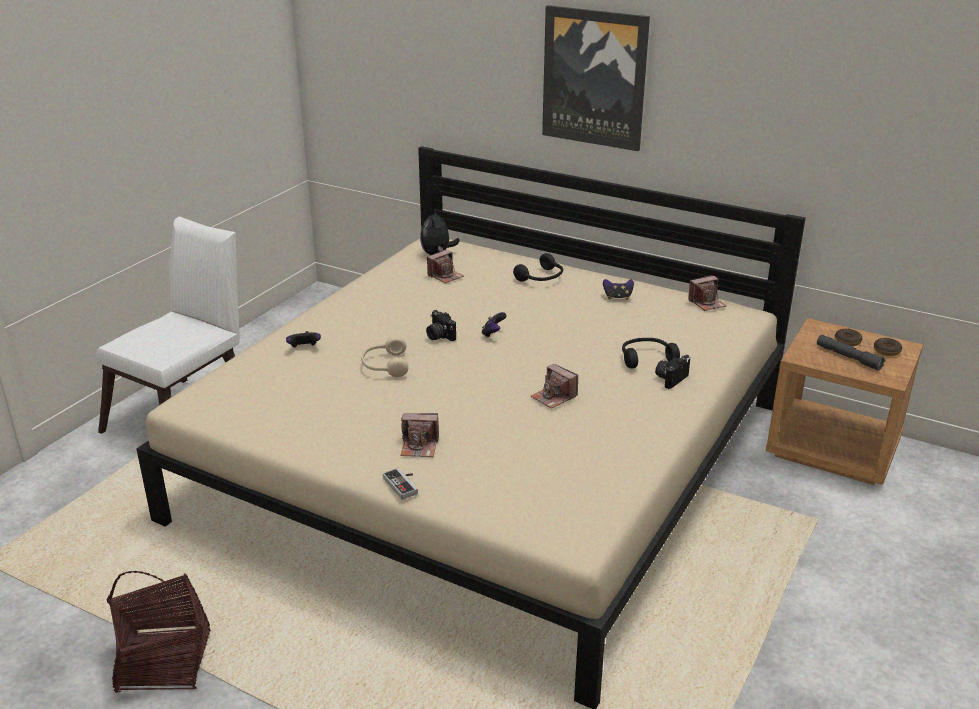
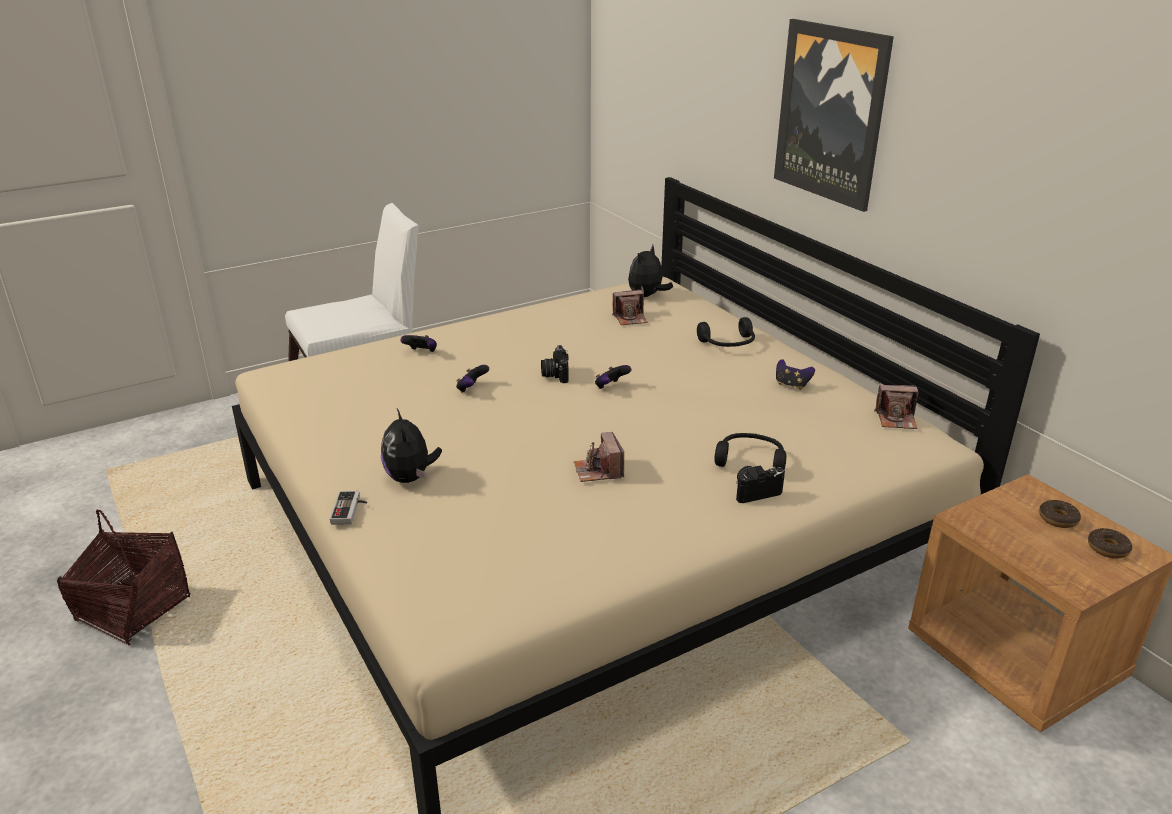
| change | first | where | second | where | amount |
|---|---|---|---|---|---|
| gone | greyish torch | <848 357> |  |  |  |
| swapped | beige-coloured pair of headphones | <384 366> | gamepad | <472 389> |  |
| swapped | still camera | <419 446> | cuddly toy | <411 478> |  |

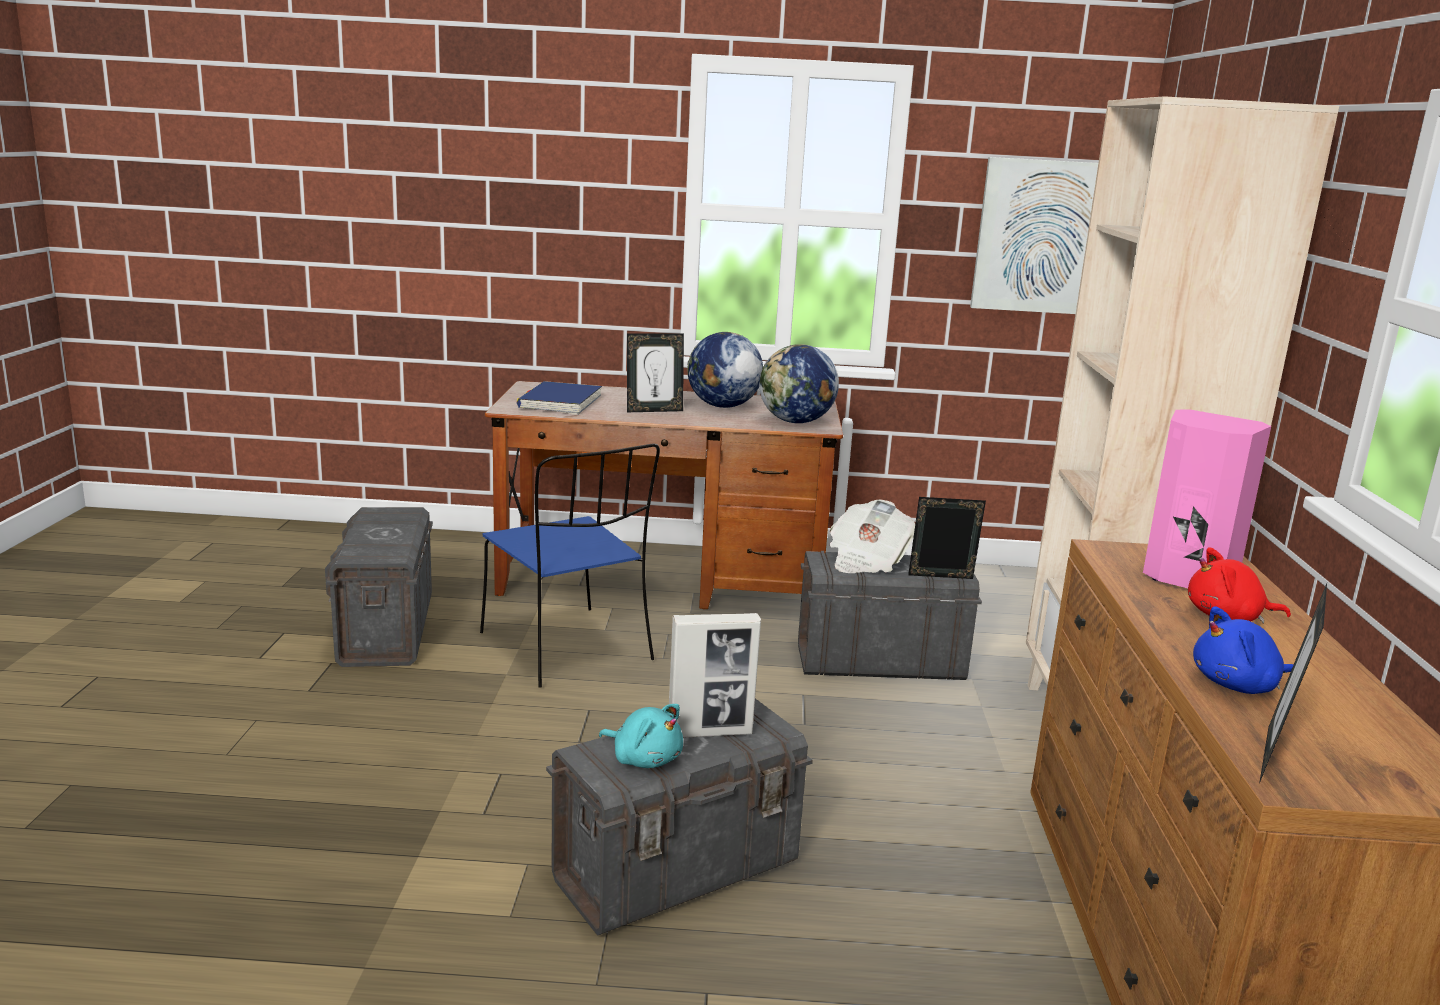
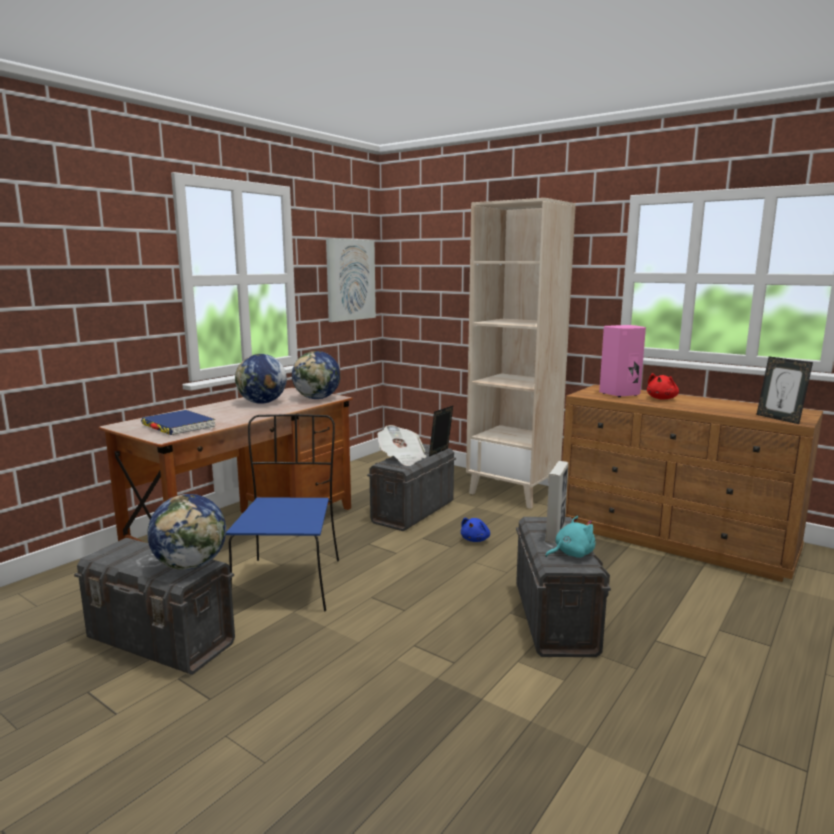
| change | first | where | second | where | amount |
|---|---|---|---|---|---|
| gone | picture frame | <654 410> |  |  |  |
| new |  |  | world globe | <191 565> |  |
| shifted | bluish cuddly toy | <1238 686> |  | <475 539> |  |
| rotated | bluish chair | <568 648> |  | <289 582> | 90 degrees counterclockwise |

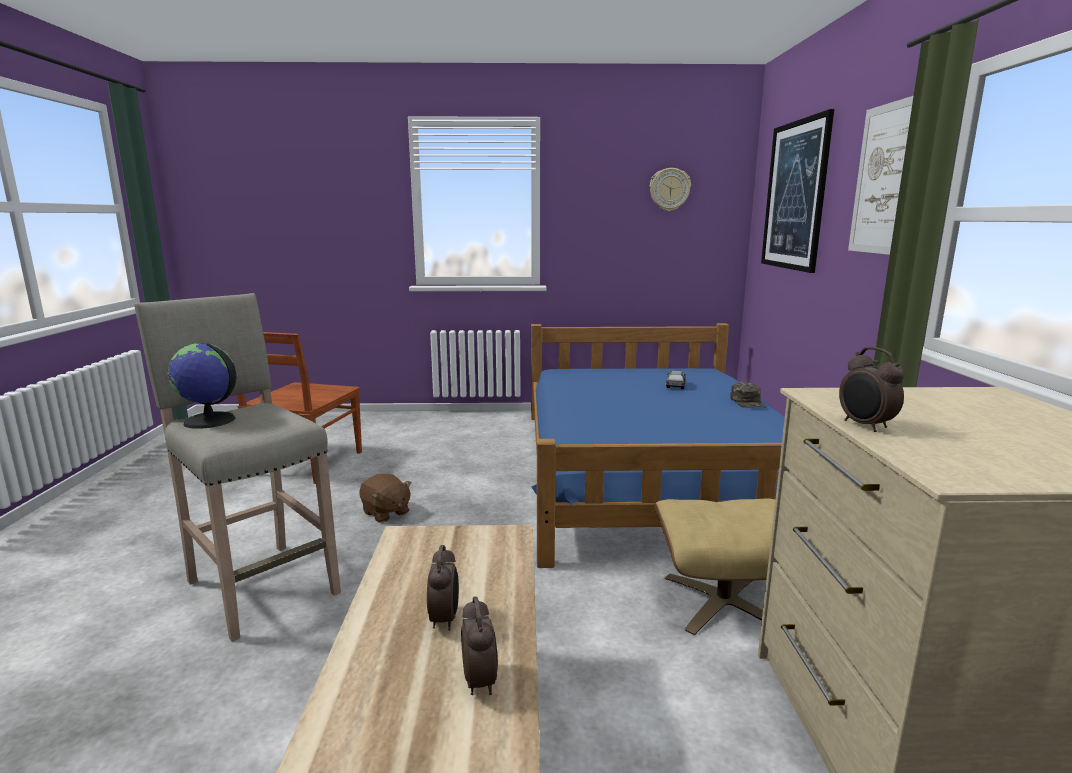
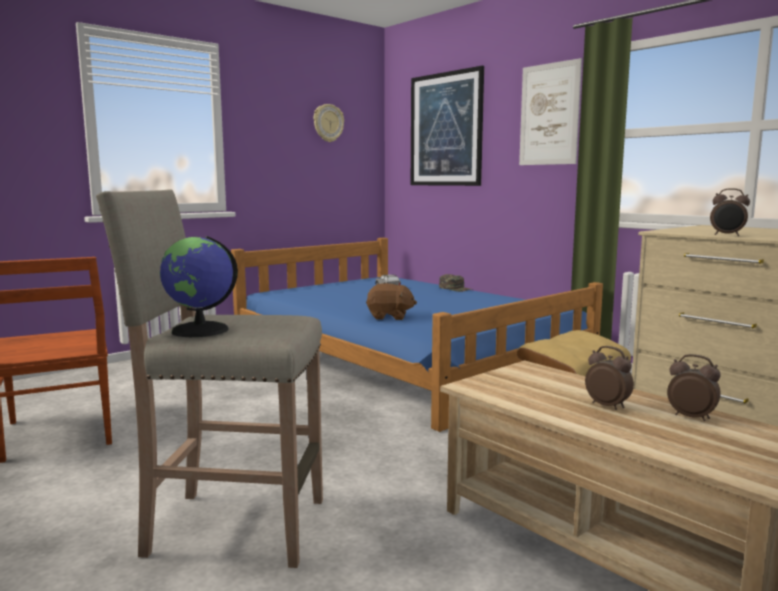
| change | first | where | second | where | amount |
|---|---|---|---|---|---|
| shifted | brown-coloured cuddly toy | <385 513> |  | <389 317> |  |

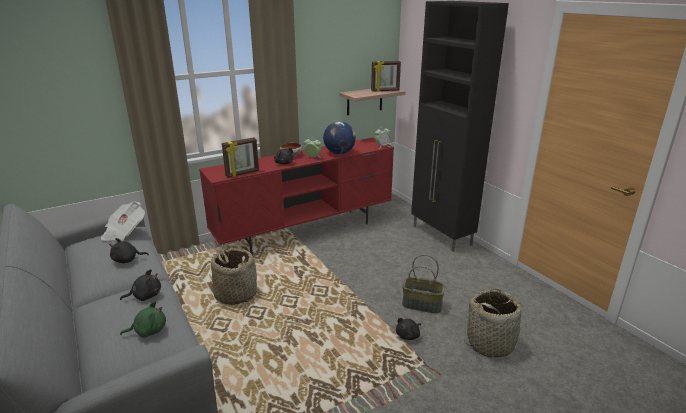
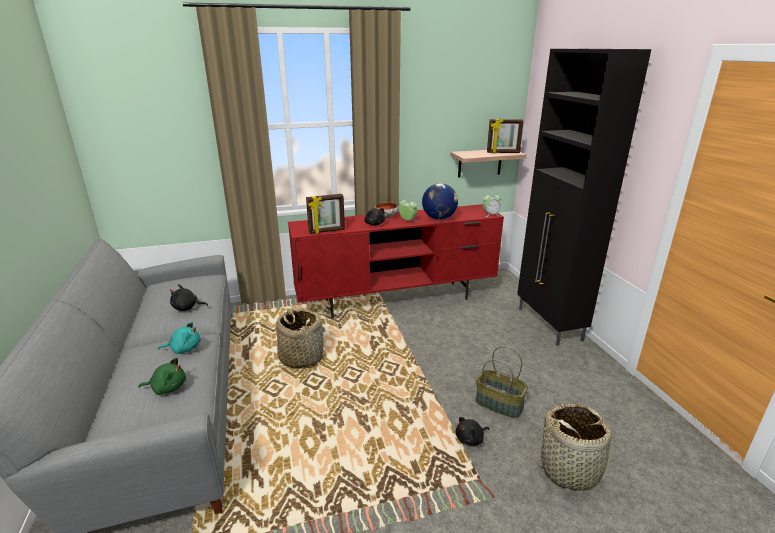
| change | first | where | second | where | amount |
|---|---|---|---|---|---|
| gone | printed paper | <124 232> |  |  |  |
| repainted | black cuddly toy | <145 296> | blue-green cuddly toy | <184 348> |  |

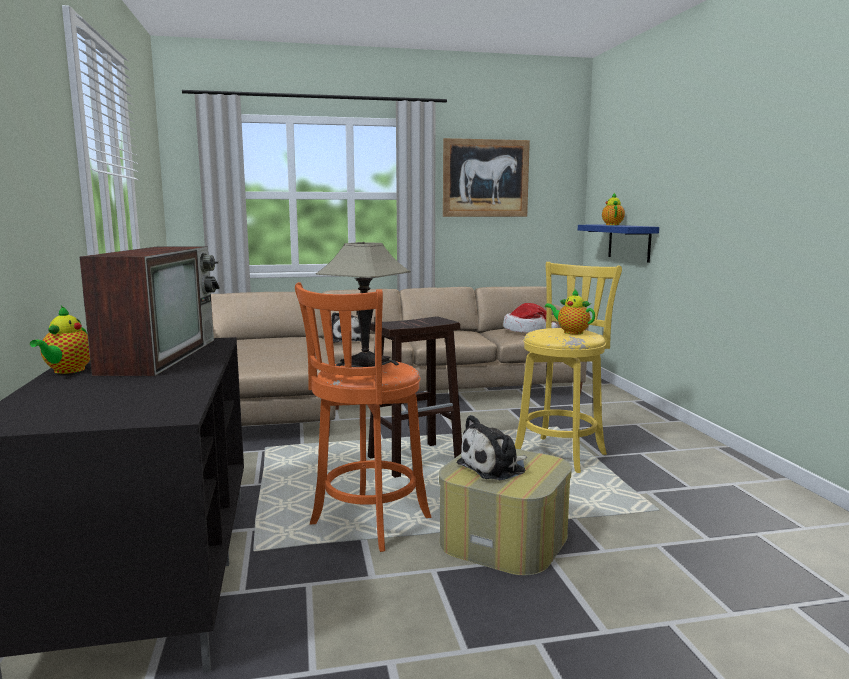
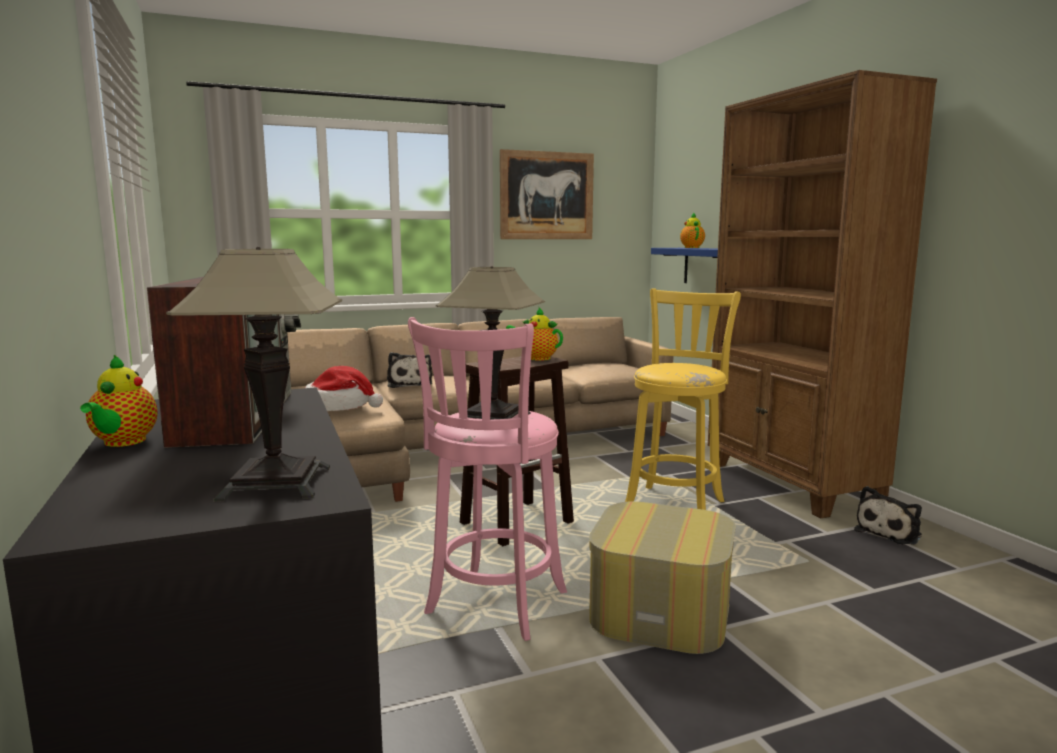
| change | first | where | second | where | amount |
|---|---|---|---|---|---|
| new |  |  | table lamp | <276 483> |  |
| new |  |  | brown-coloured shelving unit | <791 484> |  |
| shifted | cuddly toy | <495 467> |  | <890 532> |  |
| shifted | hat | <526 330> |  | <339 406> |  |
| shifted | pot for tea | <571 332> |  | <536 358> |  |
| repainted | orange sitting stool | <366 523> | pinkish sitting stool | <493 606> |  |

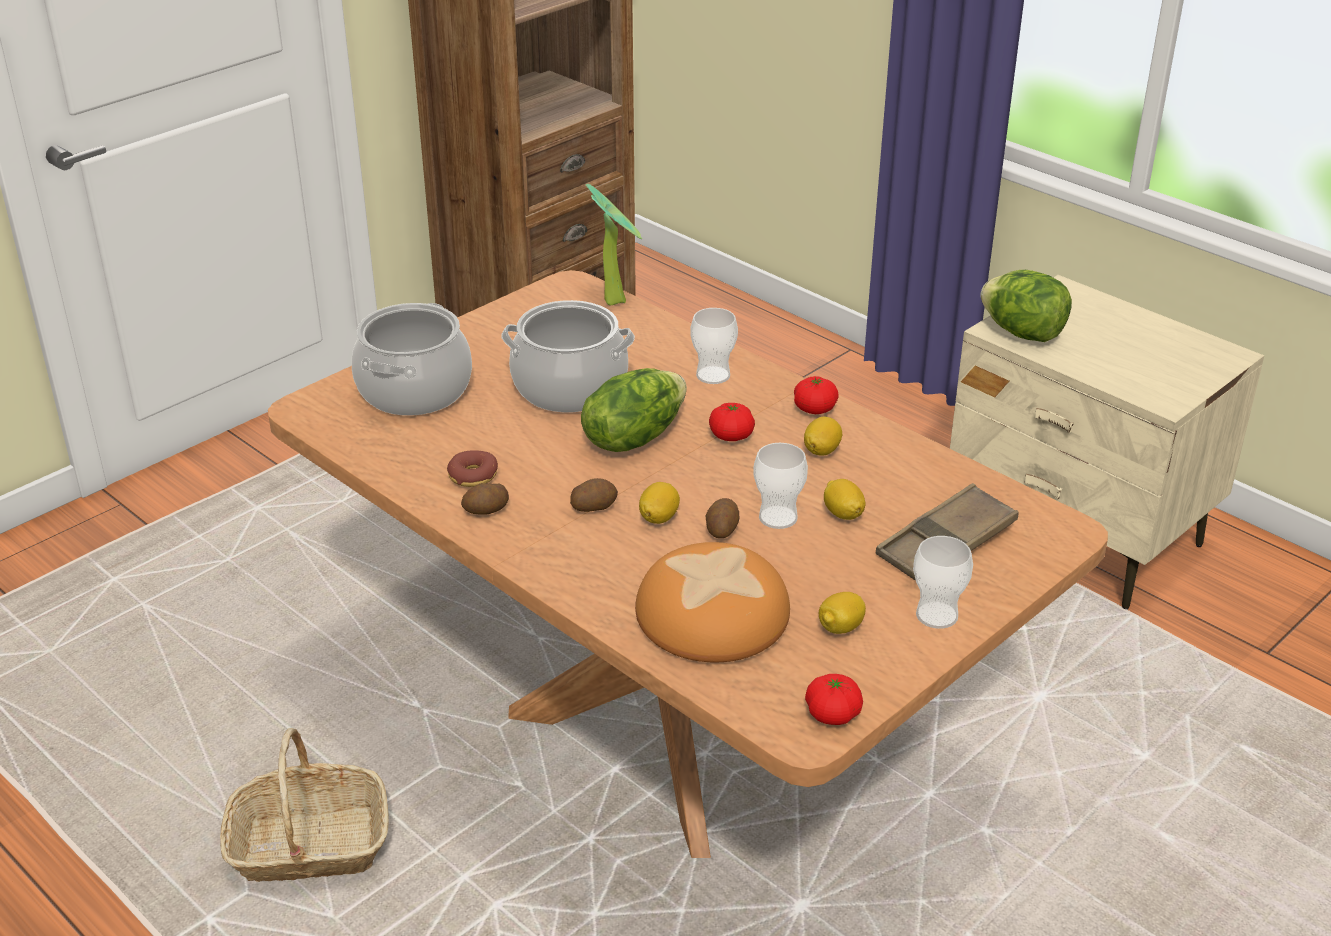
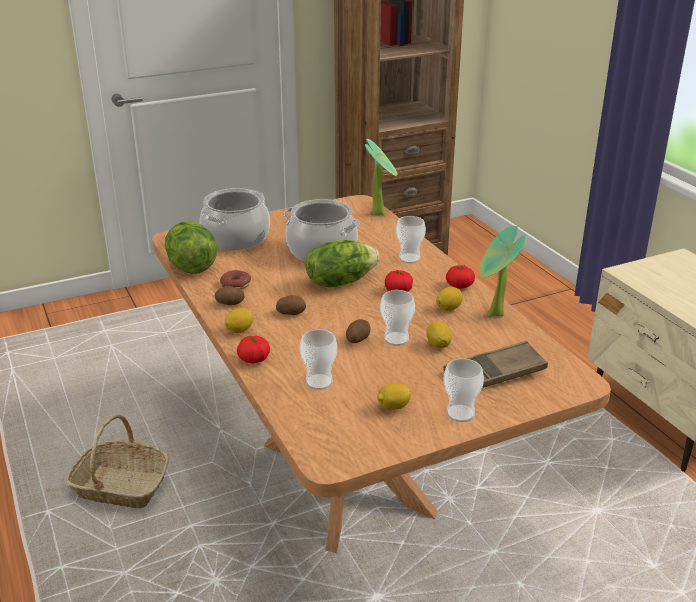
| change | first | where | second | where | amount |
|---|---|---|---|---|---|
| new |  |  | houseplant | <494 316> |  |
| shifted | citrus fruit | <659 517> |  | <239 330> |  |
| shifted | tomato | <832 714> |  | <254 359> |  |
| shifted | lettuce | <1022 333> |  | <191 267> |  |
| swapped | bread | <711 613> | drinking cup | <319 382> |  |

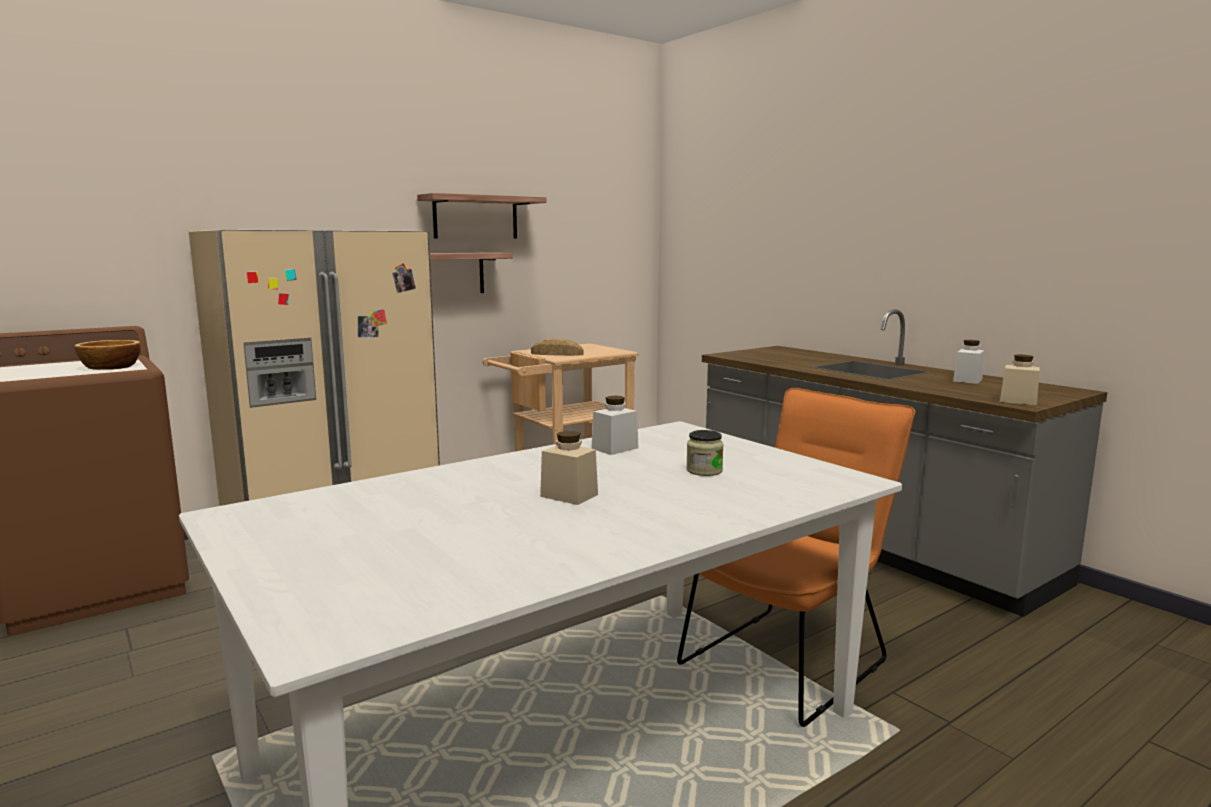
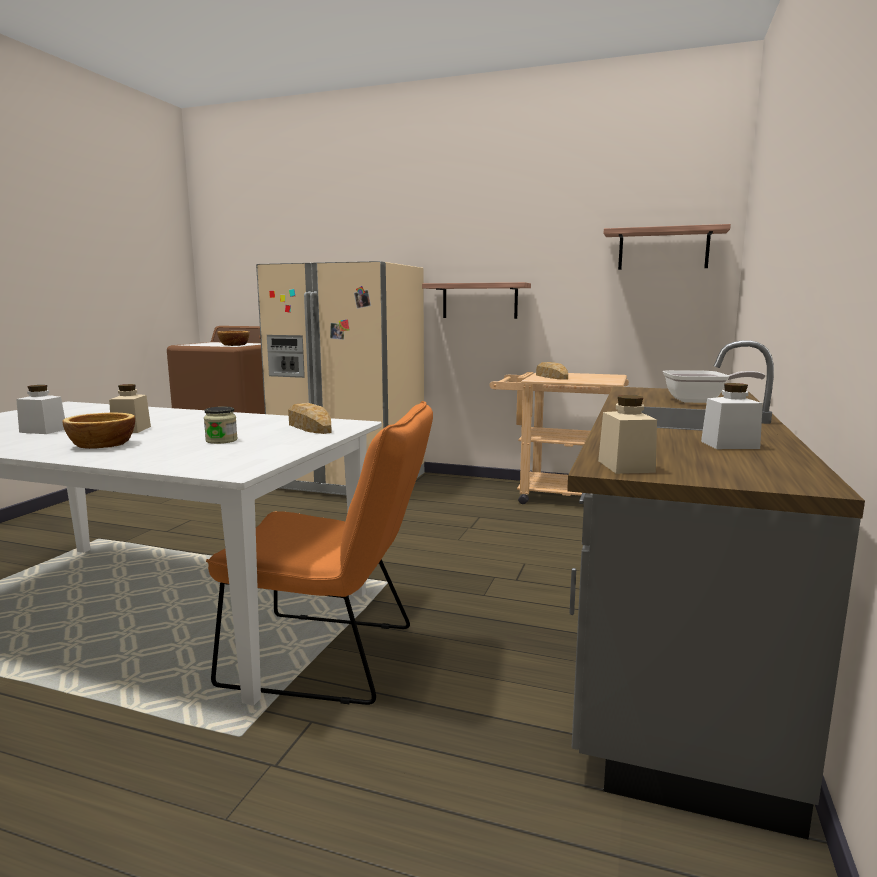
| change | first | where | second | where | amount |
|---|---|---|---|---|---|
| new |  |  | deep dish | <101 445> |  |
| new |  |  | bread | <309 427> |  |
| new |  |  | pan | <700 401> |  |
| shifted | wall shelf | <475 217> |  | <663 249> |  |
| shifted | whitish jar | <615 448> |  | <43 430> |  |

